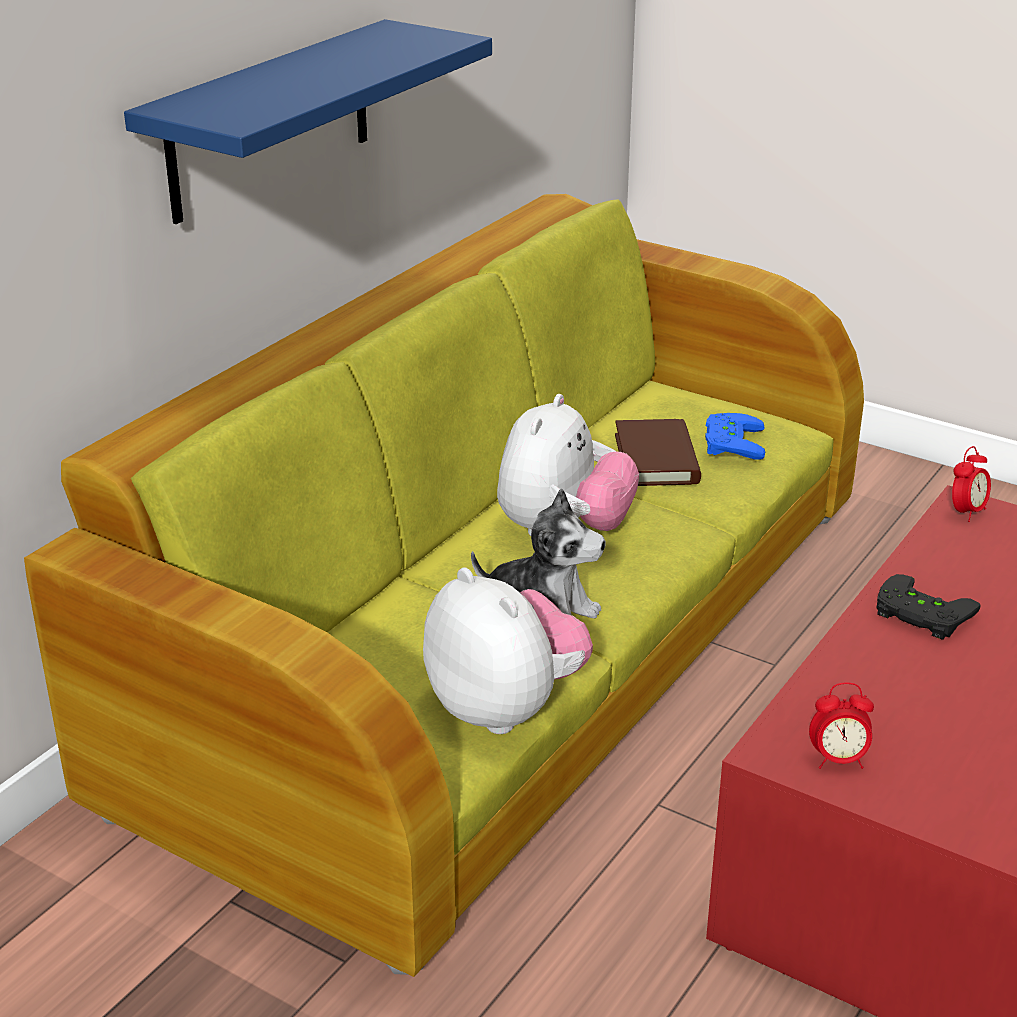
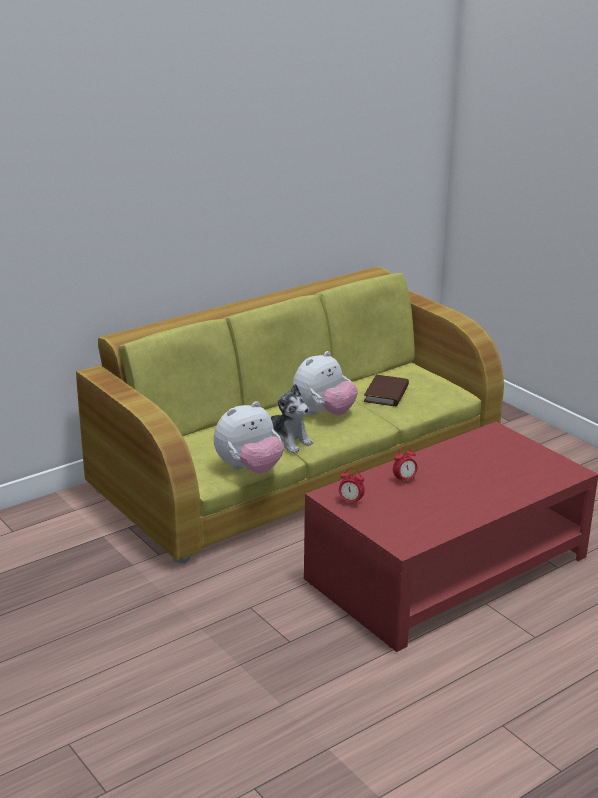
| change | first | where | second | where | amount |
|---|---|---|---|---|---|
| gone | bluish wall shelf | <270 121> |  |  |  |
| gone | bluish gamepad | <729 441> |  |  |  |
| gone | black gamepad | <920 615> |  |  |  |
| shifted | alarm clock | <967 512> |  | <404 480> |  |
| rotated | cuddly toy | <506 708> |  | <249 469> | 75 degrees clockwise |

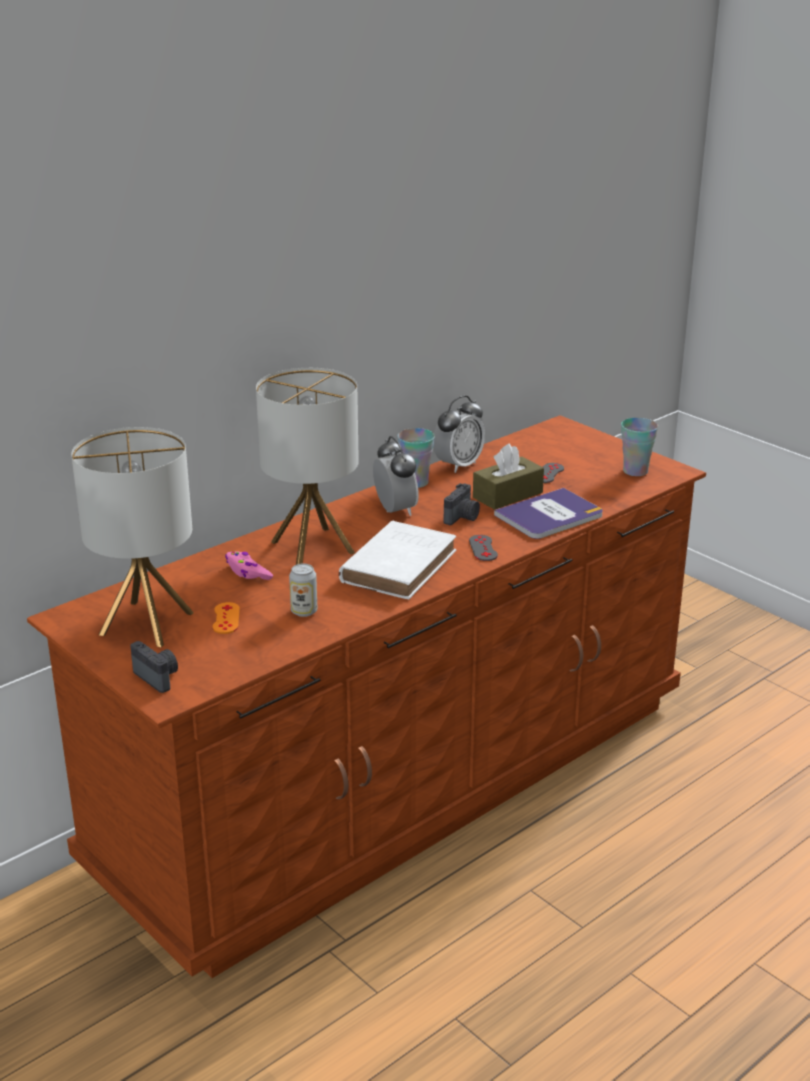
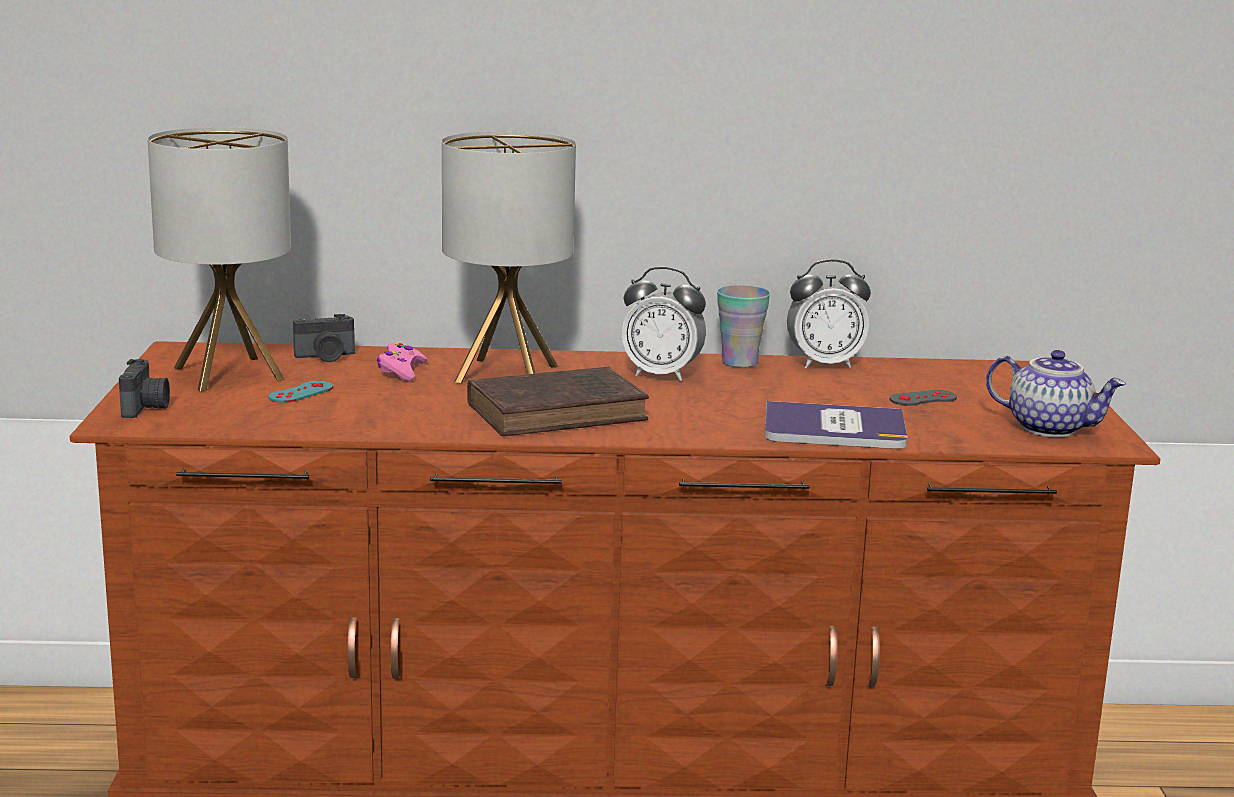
| change | first | where | second | where | amount |
|---|---|---|---|---|---|
| gone | can | <304 611> |  |  |  |
| gone | greyish gamepad | <483 548> |  |  |  |
| gone | brown-coloured tissue holder | <507 495> |  |  |  |
| shifted | still camera | <462 517> |  | <326 357> |  |
| swapped | drinking cup | <635 471> | pot for tea | <1050 428> |  |
| repainted | orange gamepad | <226 618> | blue-green gamepad | <300 392> |  |
| repainted | whitish bound book | <400 565> | brown-coloured bound book | <561 412> |  |
| rotated | alarm clock | <395 510> |  | <662 375> | 90 degrees clockwise |

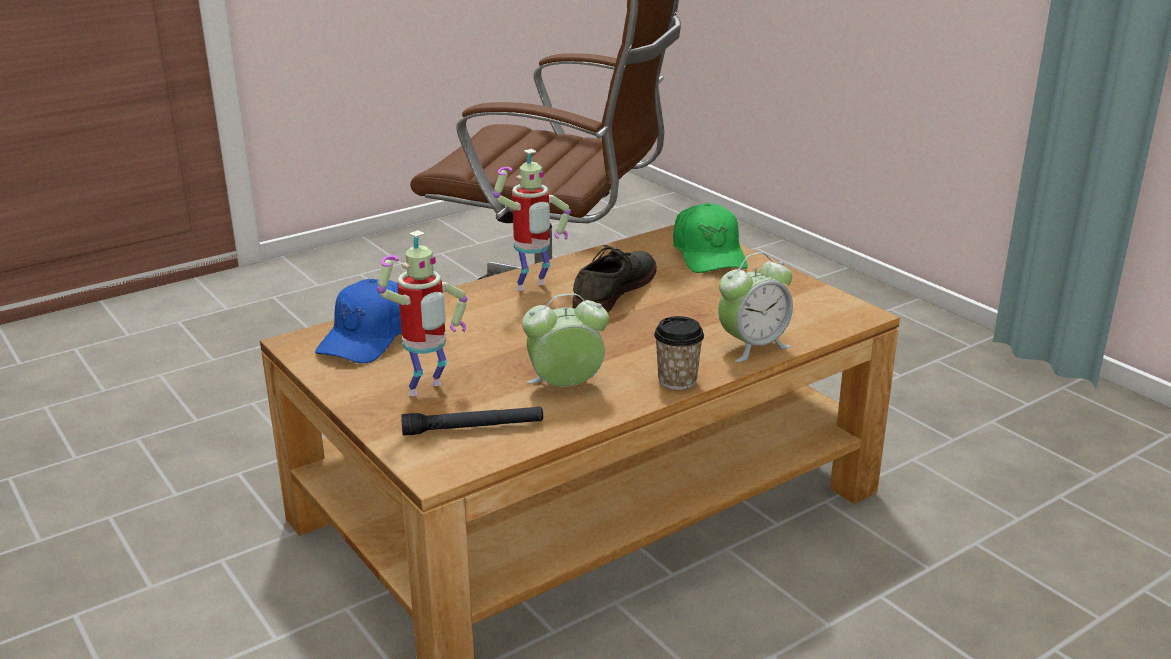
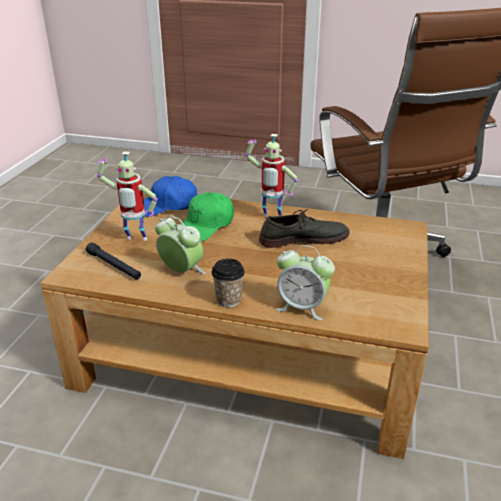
| change | first | where | second | where | amount |
|---|---|---|---|---|---|
| shifted | green-coloured cap | <709 254> |  | <206 226> |  |

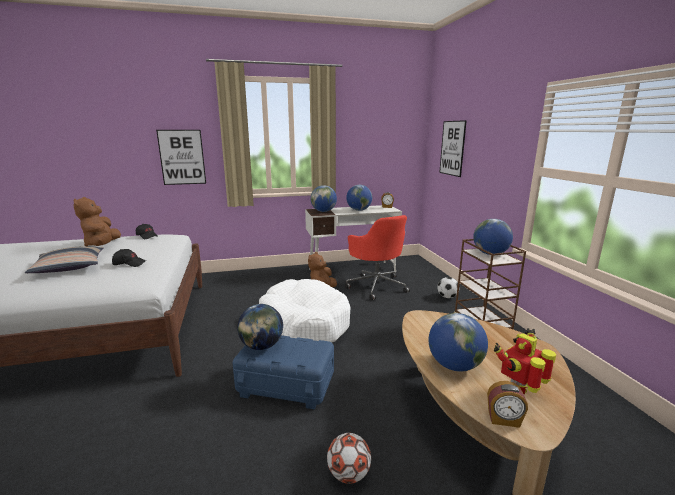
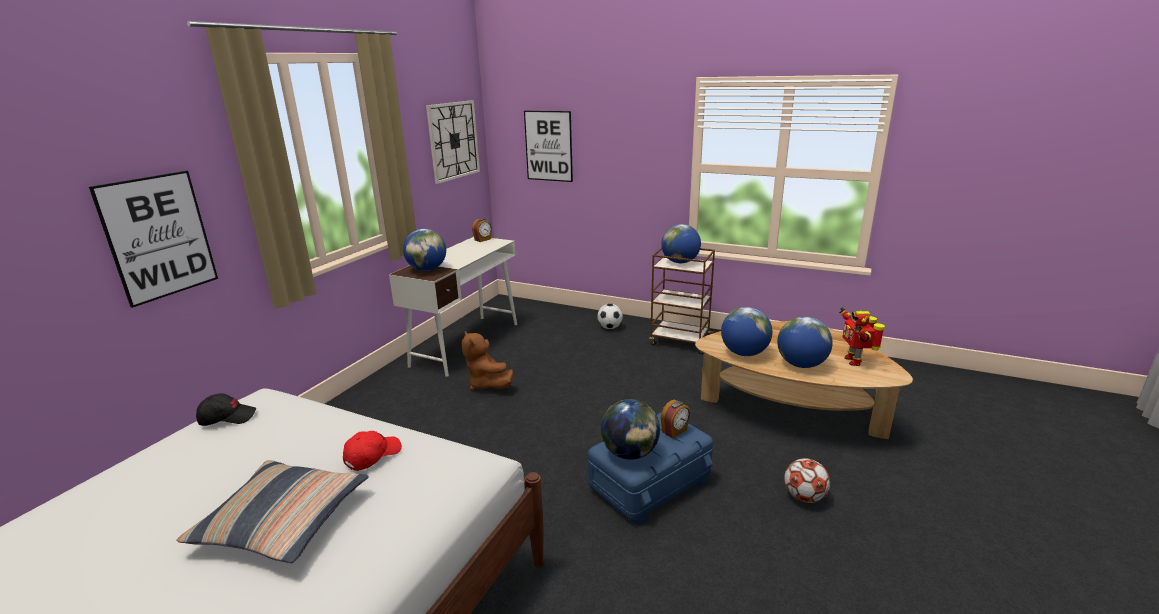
| change | first | where | second | where | amount |
|---|---|---|---|---|---|
| gone | brown-coloured cuddly toy | <102 245> |  |  |  |
| gone | whitish dog cushion | <304 323> |  |  |  |
| gone | red-coloured desk chair | <376 286> |  |  |  |
| new |  |  | clock on the wall | <453 140> |  |
| shifted | world globe | <359 210> |  | <744 353> |  |
| shifted | alarm clock | <504 420> |  | <675 431> |  |
| repainted | black cap | <129 264> | red-coloured cap | <372 456> |  |

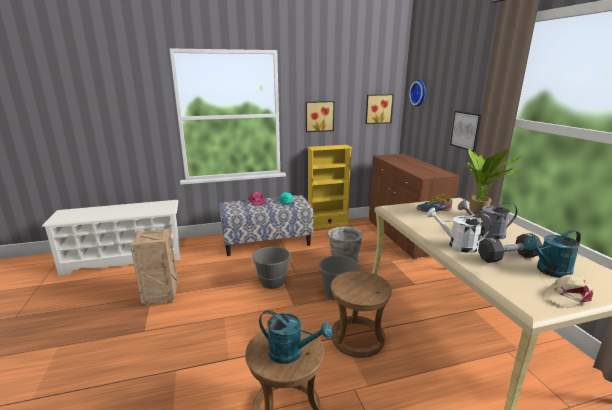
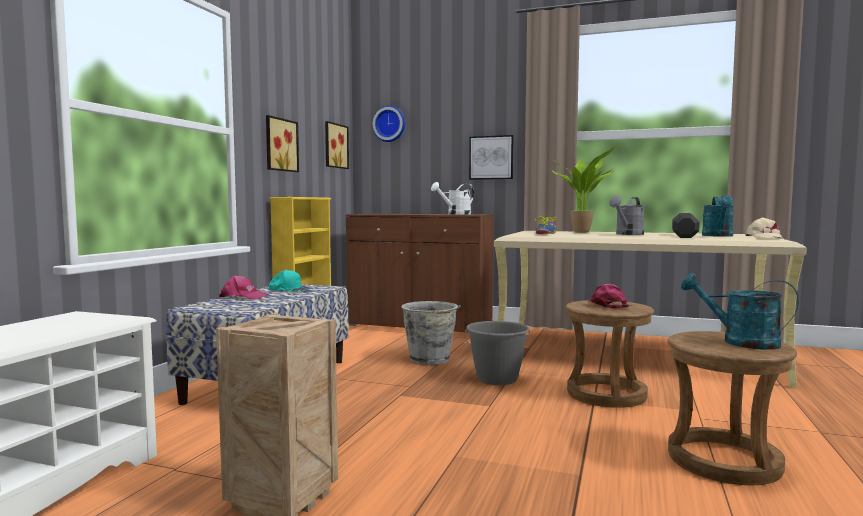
| change | first | where | second | where | amount |
|---|---|---|---|---|---|
| gone | greyish pail | <272 282> |  |  |  |
| new |  |  | pinkish cap | <606 305> |  |
| shifted | whitish watering pot | <457 245> |  | <455 214> |  |
| rotated | blue-green watering pot | <291 353> |  | <740 342> | 105 degrees counterclockwise |

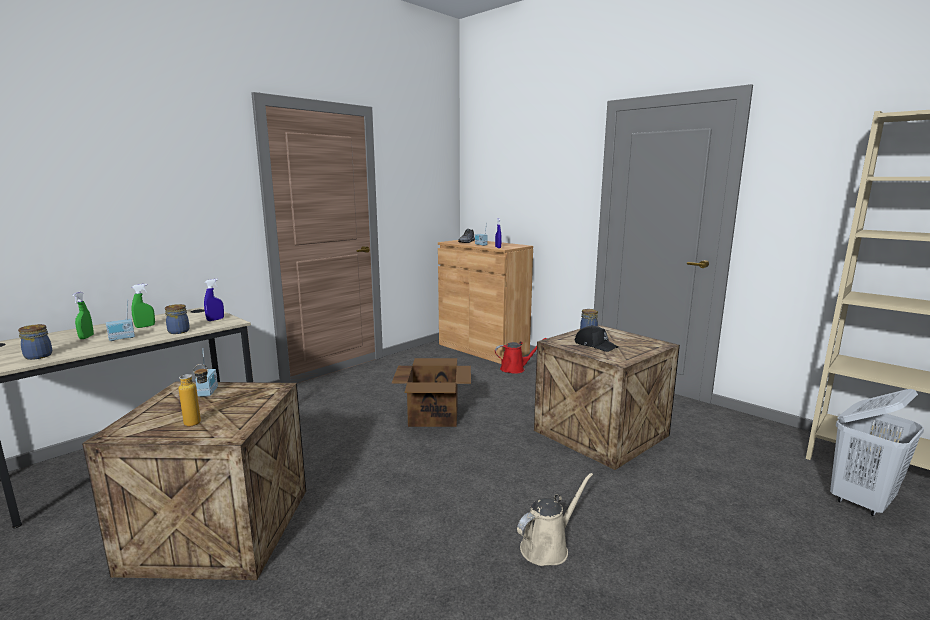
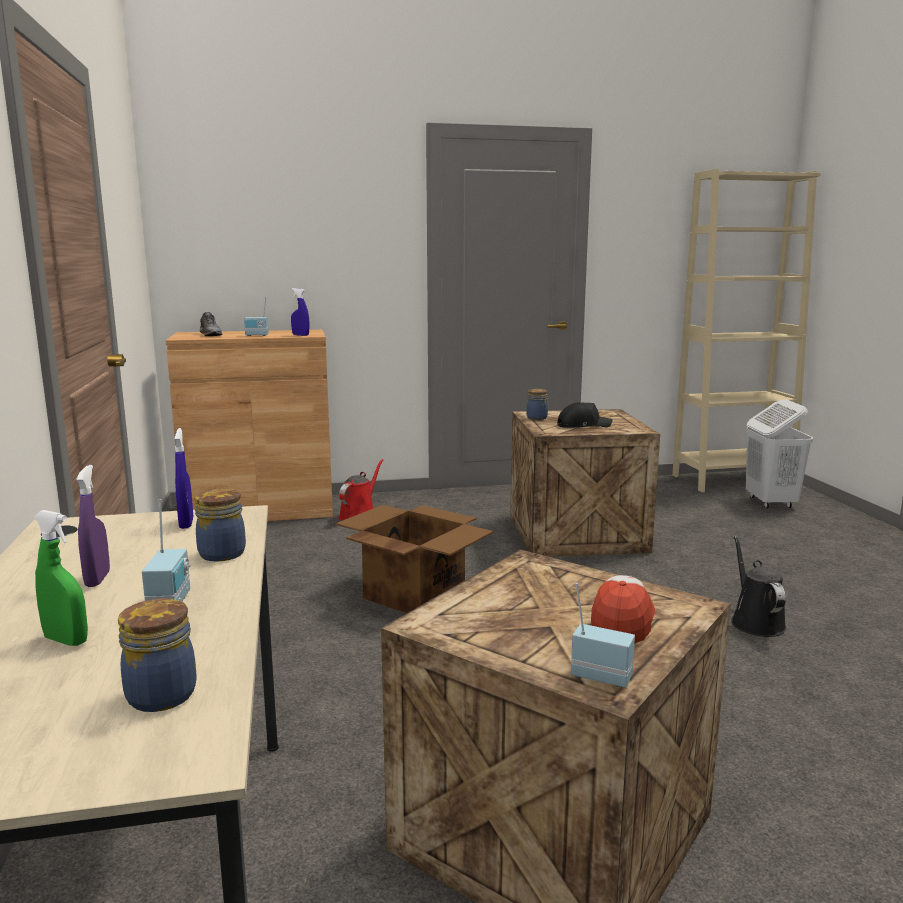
| change | first | where | second | where | amount |
|---|---|---|---|---|---|
| shifted | radio | <209 392> |  | <601 676> |  |
| swapped | bottle | <199 422> | cap | <623 621> |  |
| repainted | green-coloured hand sprayer | <145 326> | purple-coloured hand sprayer | <97 579> |  |
| repainted | beige-coloured watering pot | <548 547> | black watering pot | <755 622> |  |

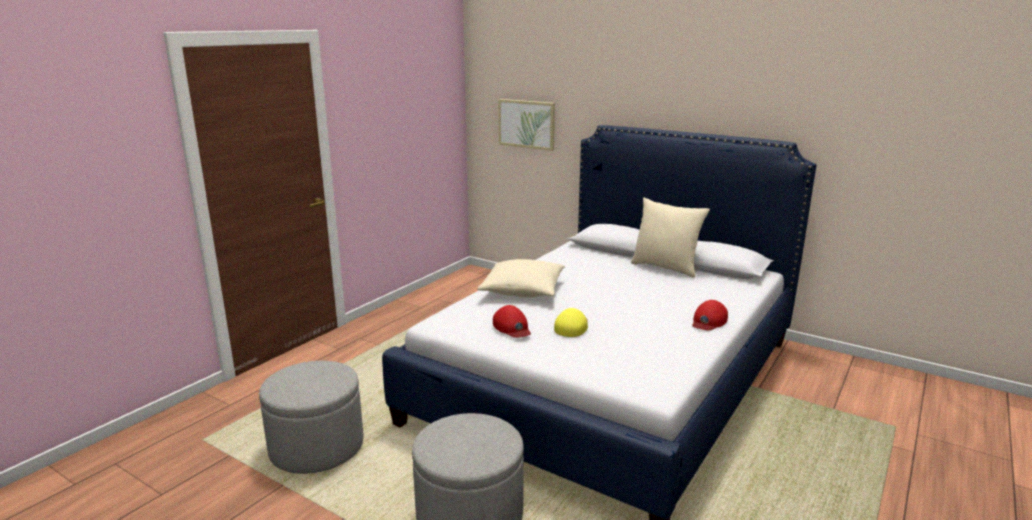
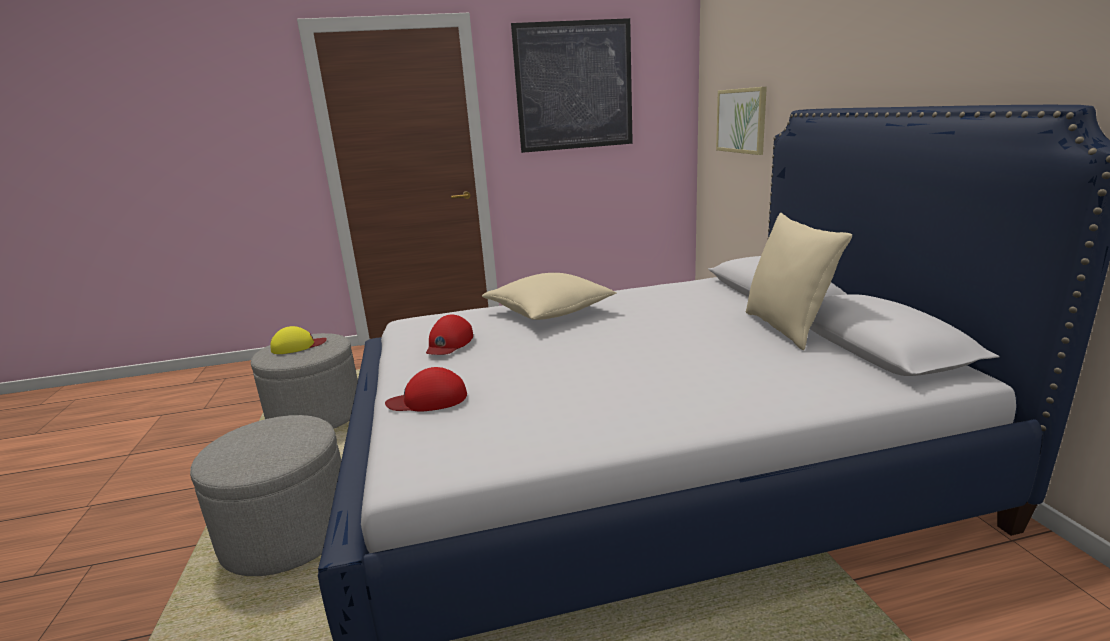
| change | first | where | second | where | amount |
|---|---|---|---|---|---|
| new |  |  | wall art | <574 86> |  |
| shifted | yellow-coloured cap | <572 326> |  | <298 346> |  |
| shifted | red-coloured cap | <708 321> |  | <428 399> |  |

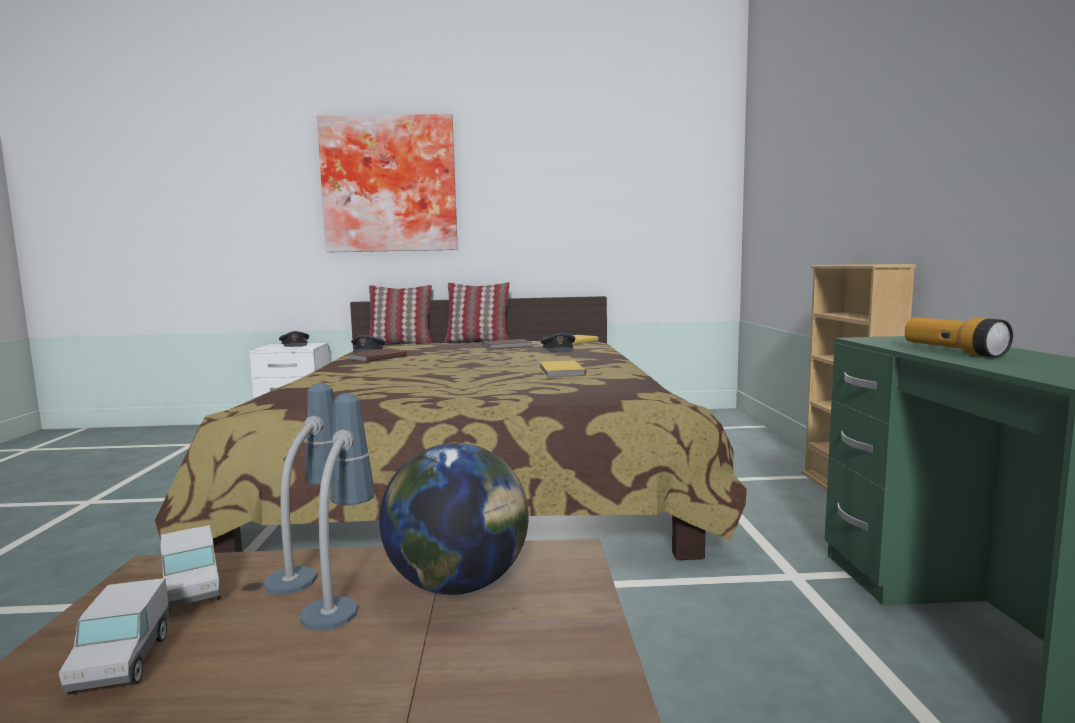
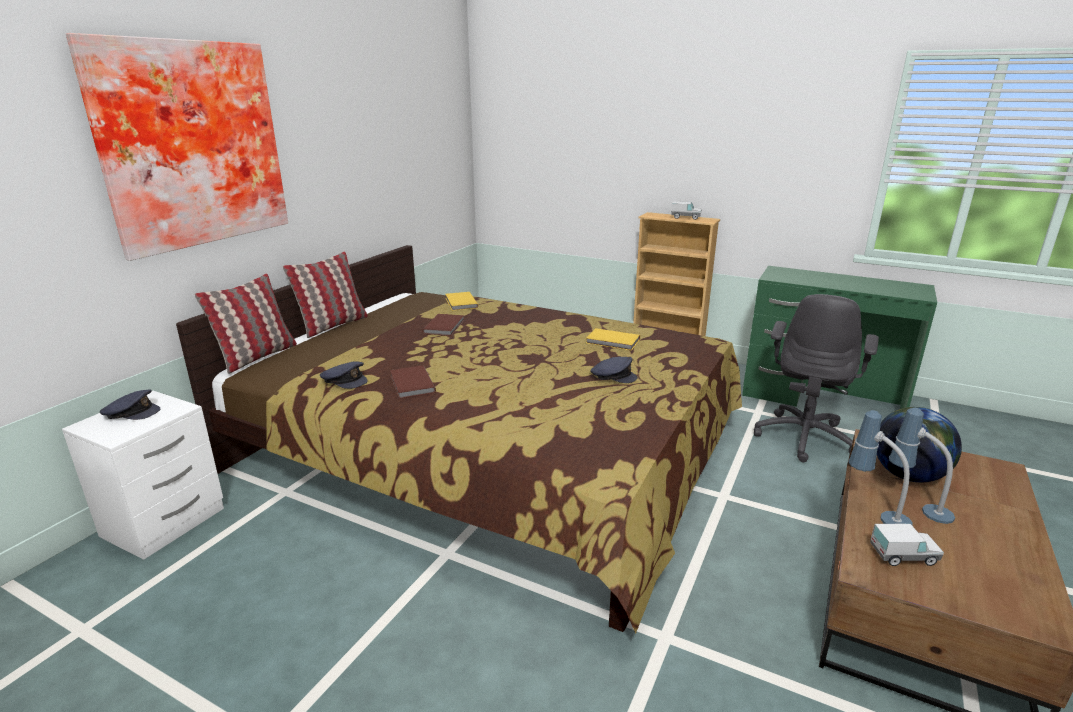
| change | first | where | second | where | amount |
|---|---|---|---|---|---|
| gone | torch | <953 352> |  |  |  |
| new |  |  | greyish desk chair | <804 437> |  |
| shifted | model truck | <122 663> |  | <685 217> |  |
| shifted | greyish cap | <558 349> |  | <613 376> |  |

